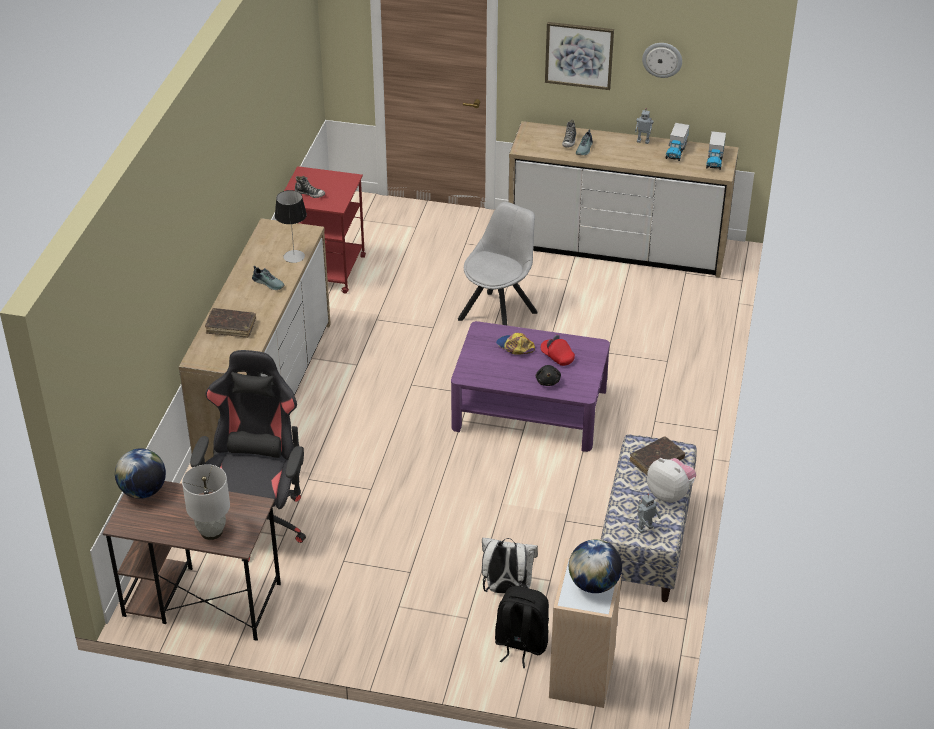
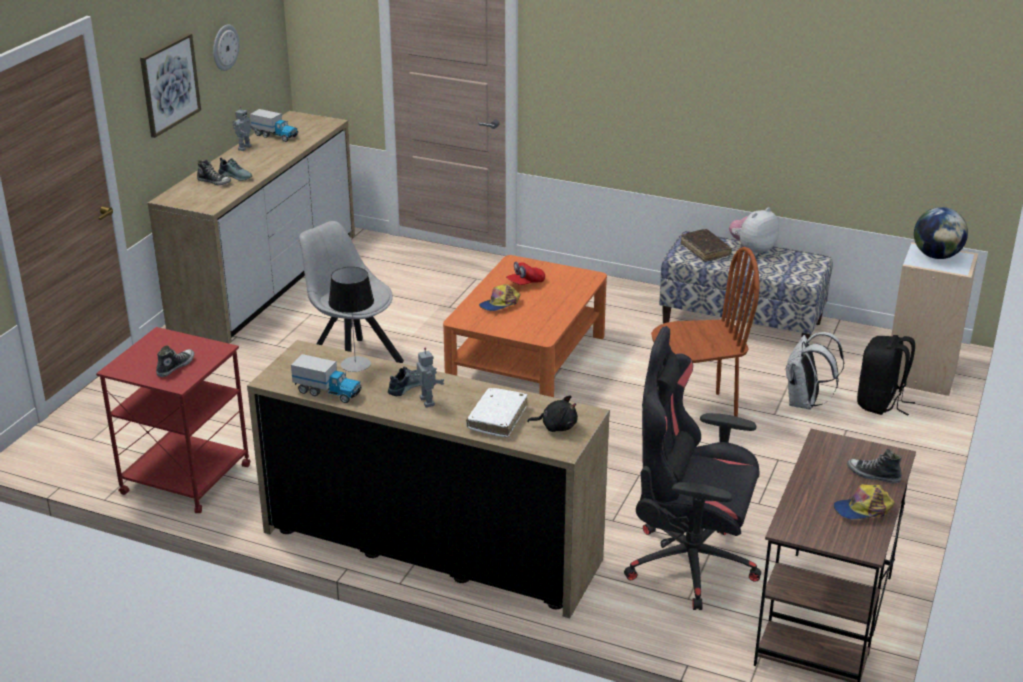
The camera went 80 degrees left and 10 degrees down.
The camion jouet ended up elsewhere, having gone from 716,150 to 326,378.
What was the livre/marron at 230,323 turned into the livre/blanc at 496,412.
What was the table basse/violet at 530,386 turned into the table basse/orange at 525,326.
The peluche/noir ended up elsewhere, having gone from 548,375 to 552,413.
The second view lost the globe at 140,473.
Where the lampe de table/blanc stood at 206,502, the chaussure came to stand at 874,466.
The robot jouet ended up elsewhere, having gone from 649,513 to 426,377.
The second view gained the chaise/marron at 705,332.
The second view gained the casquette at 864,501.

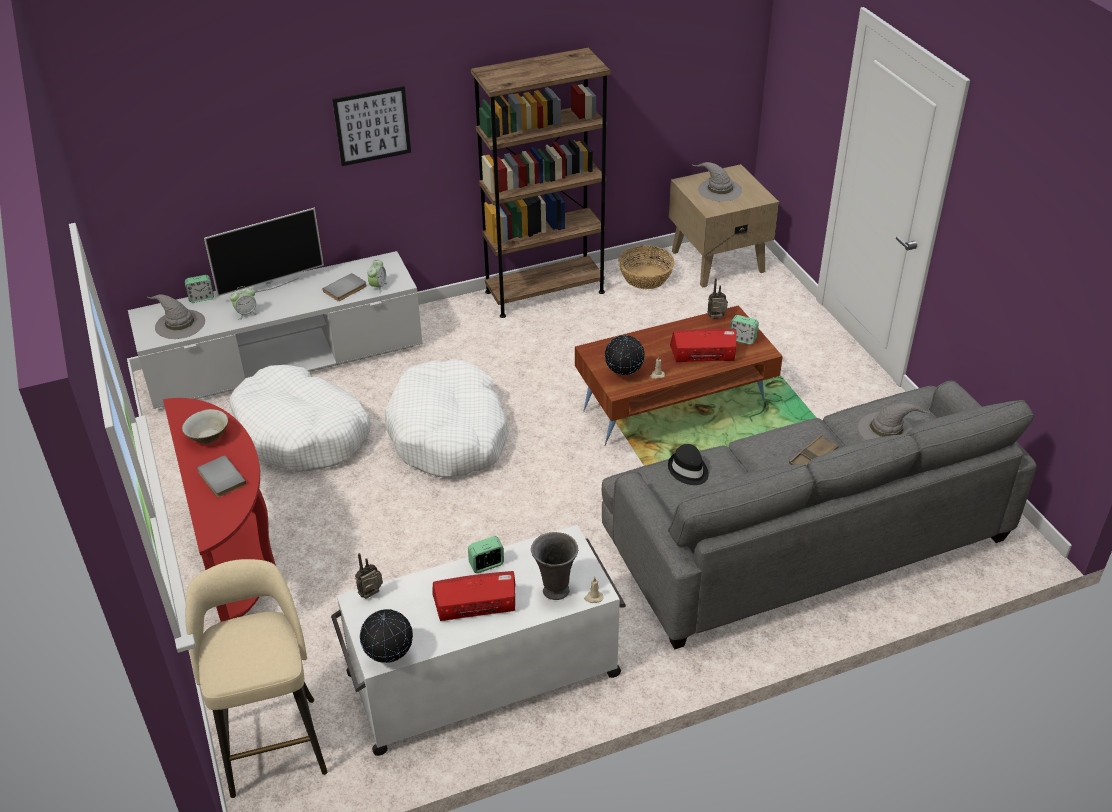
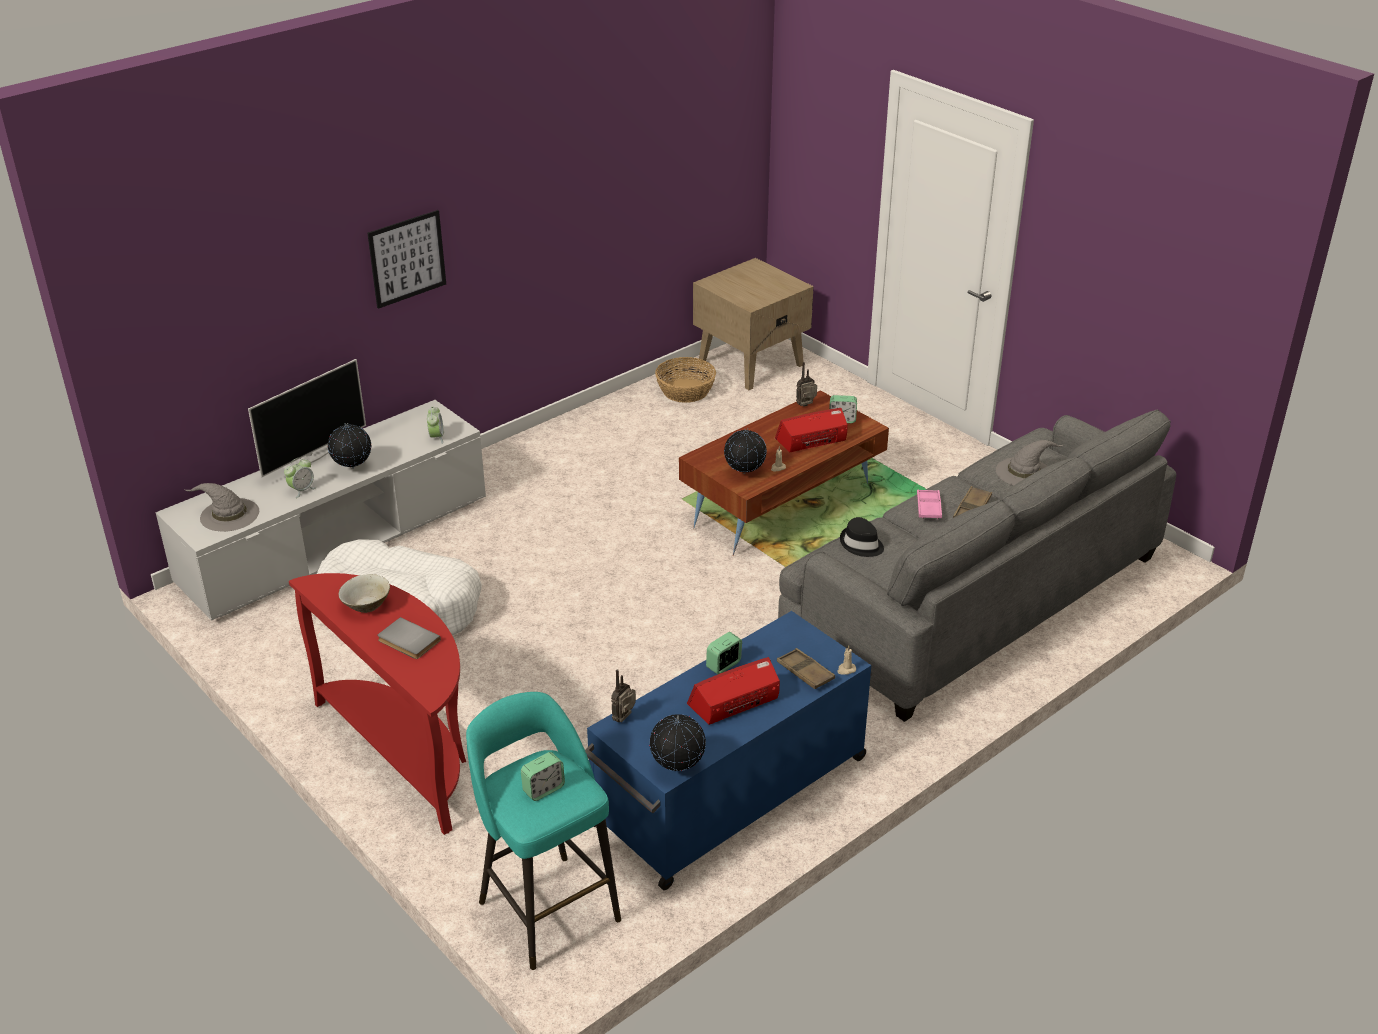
The camera went 20 degrees left and 5 degrees down.
The second view lost the bibliothèque/marron at 540,183.
The second view lost the chapeau/gris at 717,181.
The second view lost the livre/gris at 344,287.
The réveil ended up elsewhere, having gone from 199,289 to 543,776.
The second view lost the panier pour chien/blanc at 447,418.
What was the meuble de rangement/blanc at 478,640 turned into the meuble de rangement/bleu at 728,750.
Where the vase/gris stood at 554,566, the plateau/marron came to stand at 806,668.
What was the tabouret/beige at 256,678 turned into the tabouret/turquoise at 543,831.
The second view gained the globe at 350,446.
The second view gained the plateau/rose at 929,504.

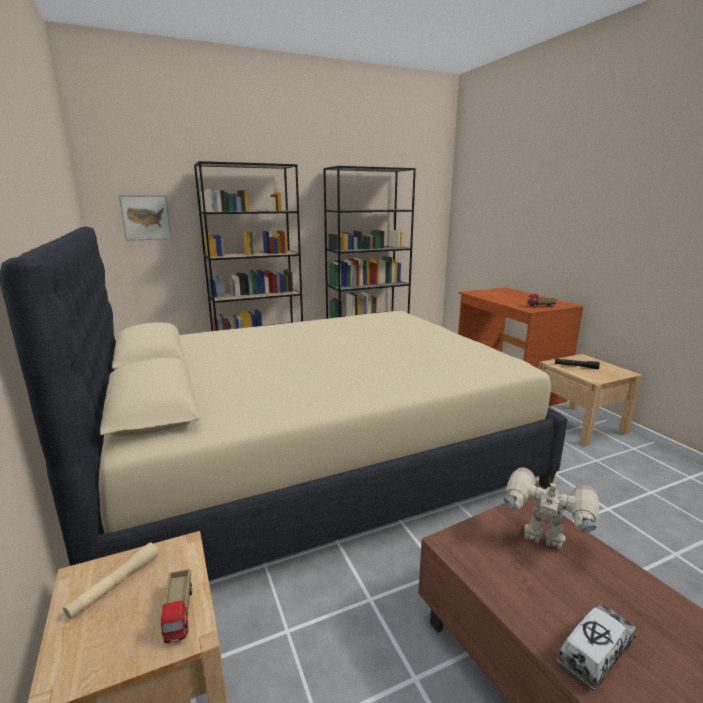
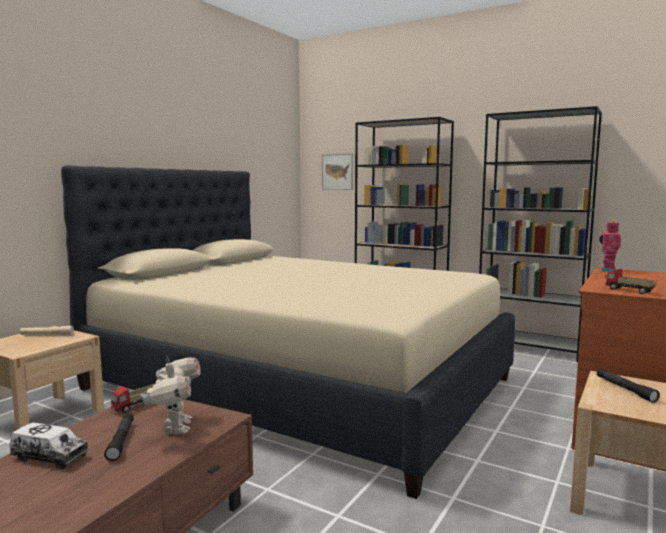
The camera went 55 degrees right and 10 degrees down.
The camion jouet ended up elsewhere, having gone from 176,606 to 133,398.
The second view gained the robot jouet at 610,246.
The second view gained the lampe de poche/noir at 118,437.

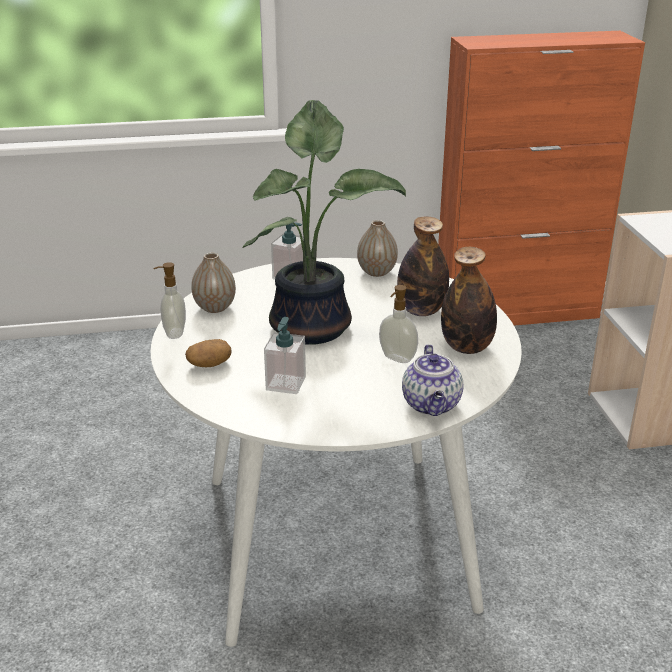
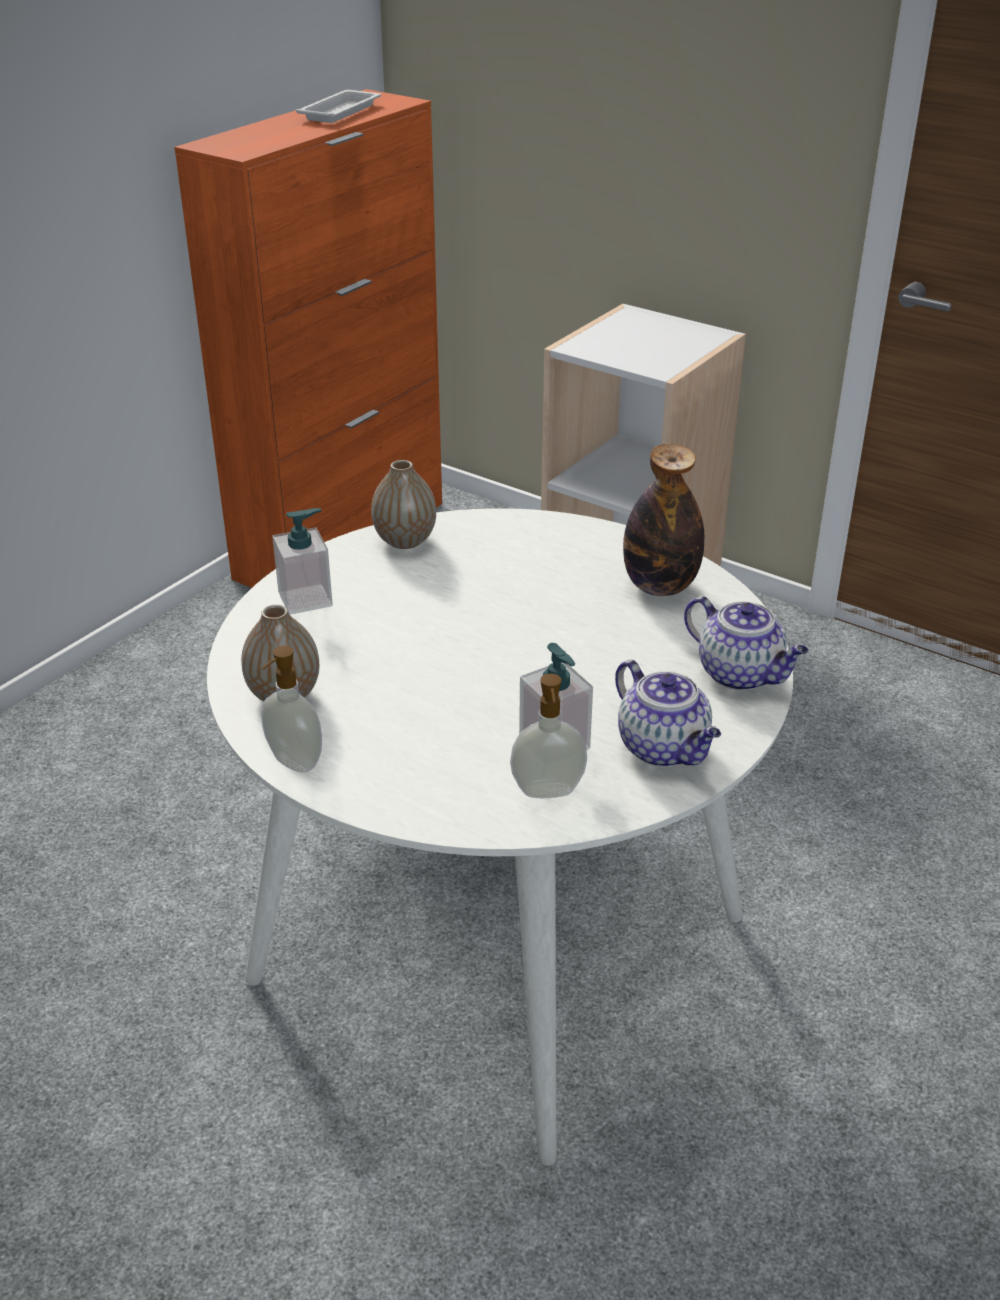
The camera went 45 degrees left and 5 degrees up.
The second view lost the plante en pot at 324,222.
The second view lost the bouteille at 423,266.
The distributeur de savon ended up elsewhere, having gone from 398,324 to 548,736.
The second view lost the pomme de terre at 208,353.
The second view gained the plateau/blanc at 338,106.
The second view gained the théière at 668,713.

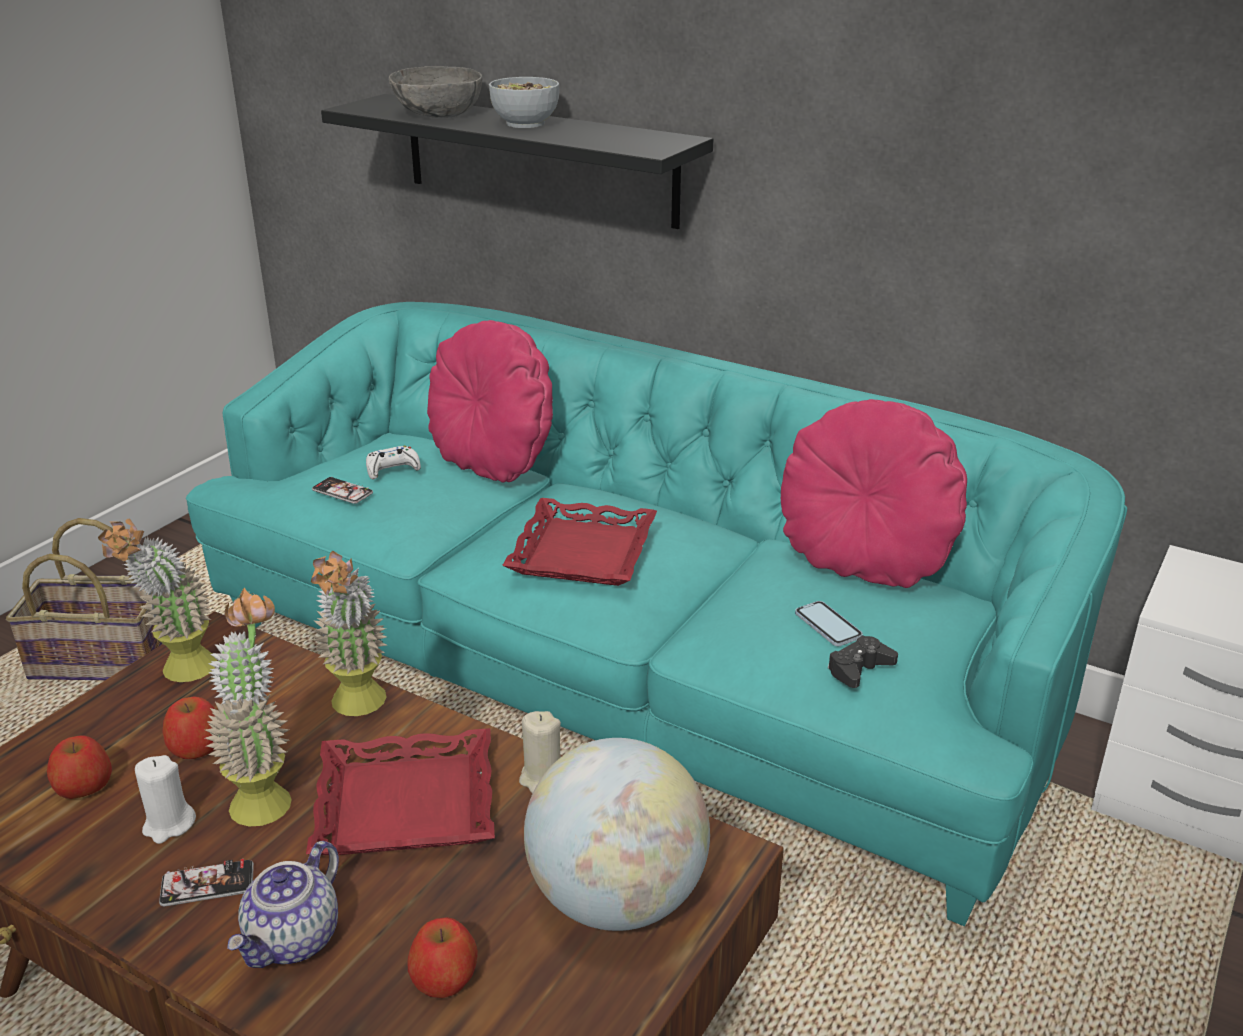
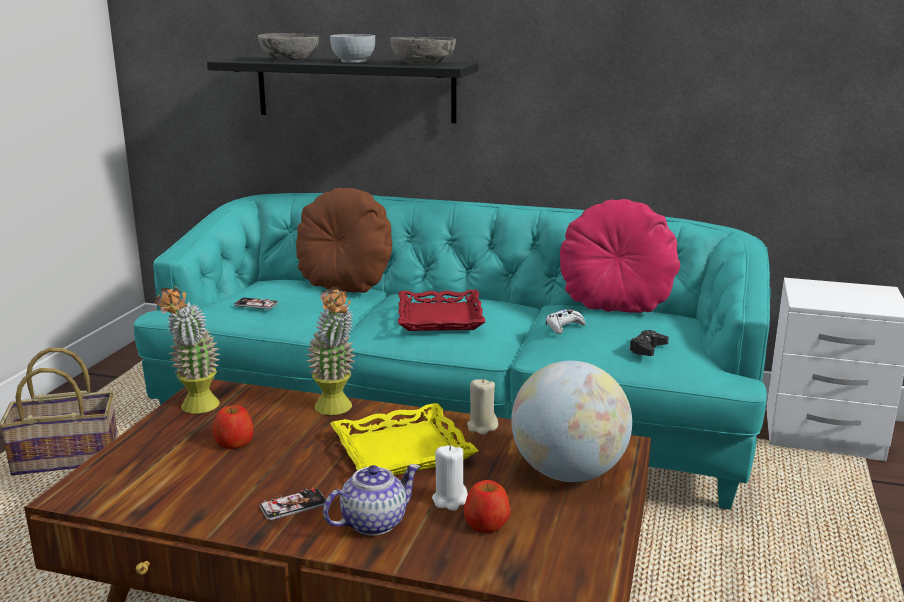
The camera went 15 degrees left and 10 degrees down.
What was the coussin/rose at 490,401 turned into the coussin/marron at 344,240.
The manette/blanc ended up elsewhere, having gone from 393,462 to 565,321.
The second view lost the plante en pot at 248,707.
The second view lost the téléphone at 829,623.
What was the plateau/rouge at 400,791 turned into the plateau/jaune at 404,439.
The second view lost the pomme at 79,767.
The bougie/blanc ended up elsewhere, having gone from 165,799 to 450,478.
The théière at 283,904 ended up facing another way, 135 degrees counterclockwise from before.
The second view gained the bol/gris at 423,50.

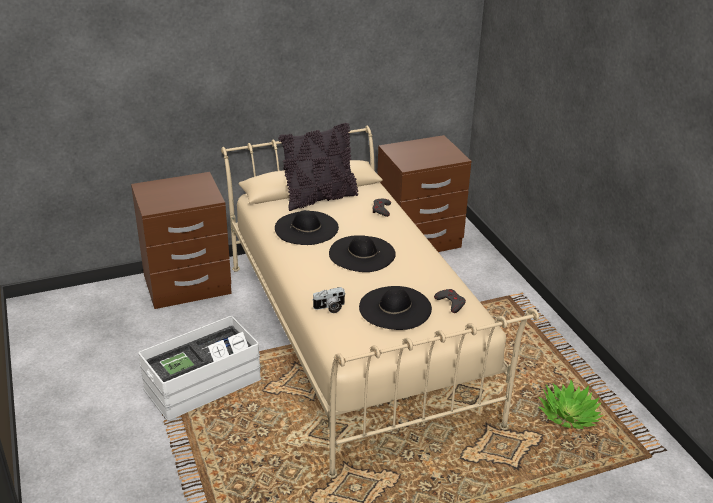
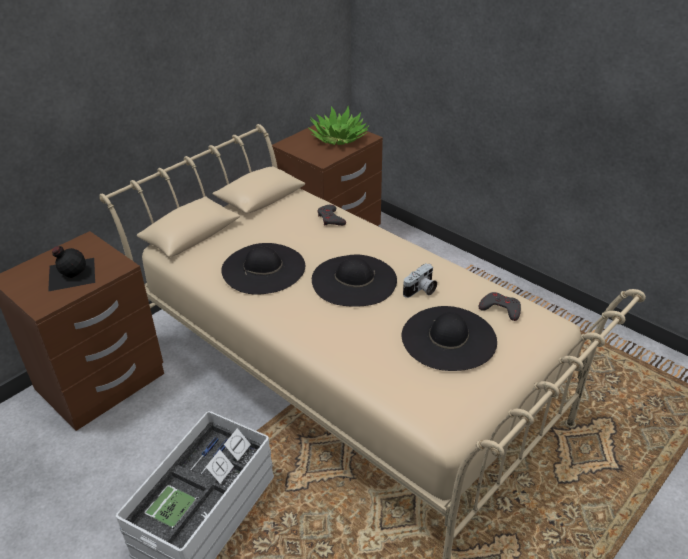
The camera went 25 degrees left and 5 degrees up.
The second view lost the coussin/noir at 318,167.
The appareil photo ended up elsewhere, having gone from 329,300 to 420,280.
The plante en pot ended up elsewhere, having gone from 571,404 to 339,125.
The second view gained the bouteille/noir at 71,269.

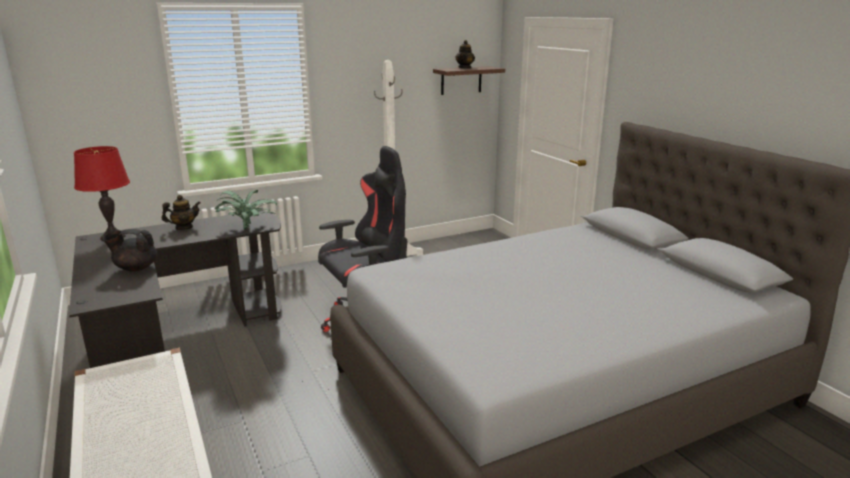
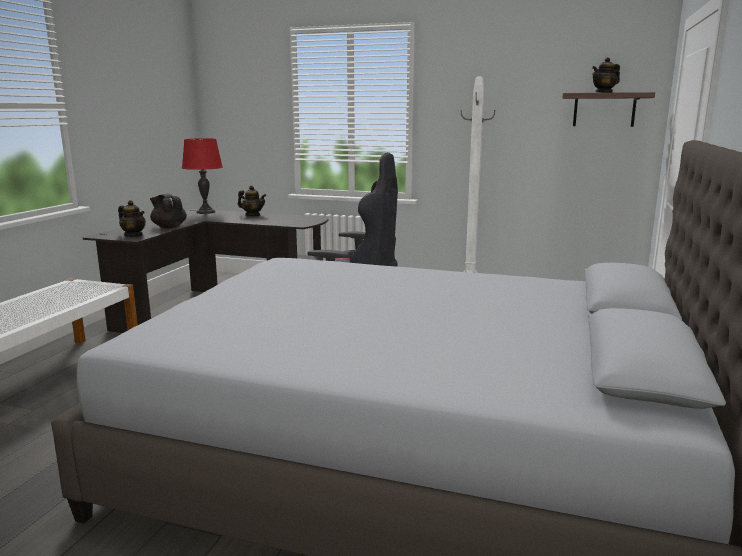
The camera went 45 degrees right and 5 degrees down.
The second view lost the plante en pot at 245,210.
The second view gained the théière at 132,218.

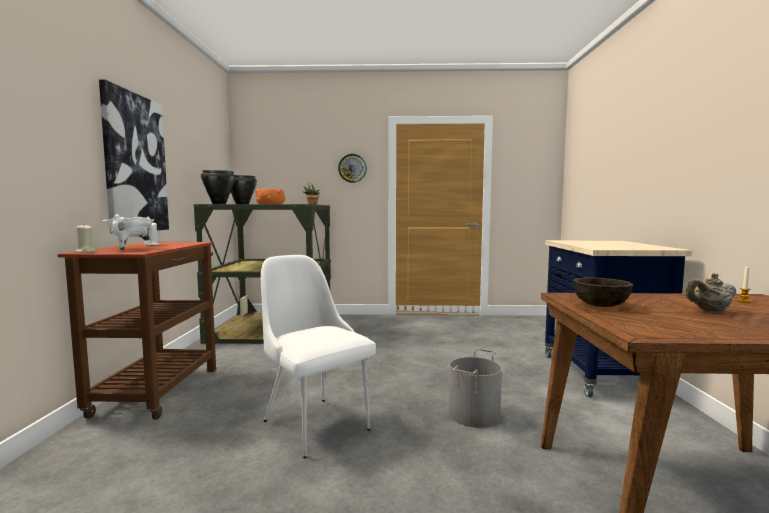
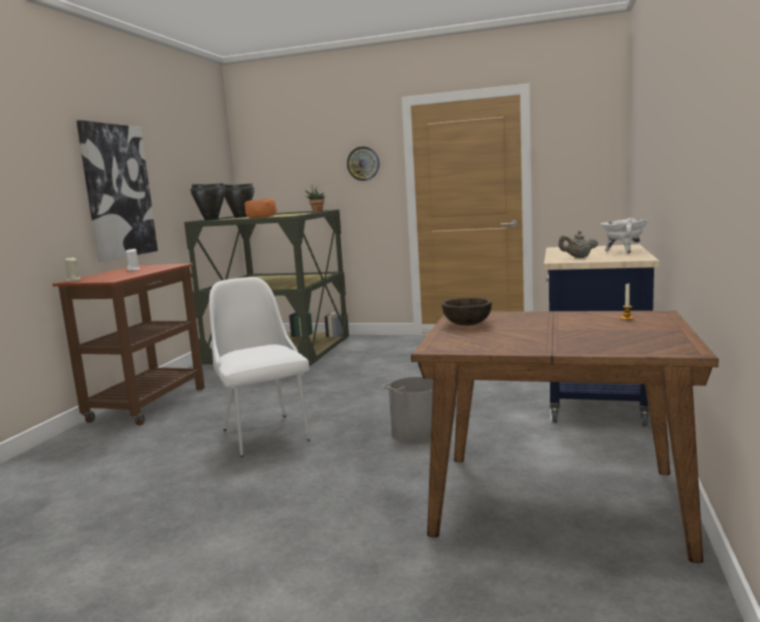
The camera went 15 degrees right and 5 degrees up.
The marmite/blanc ended up elsewhere, having gone from 128,232 to 624,236.
The théière/beige ended up elsewhere, having gone from 710,292 to 578,244.

